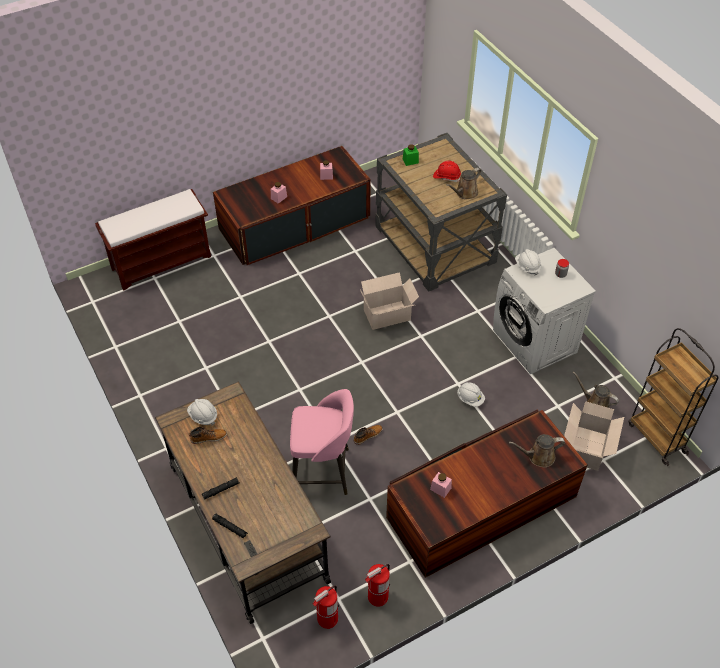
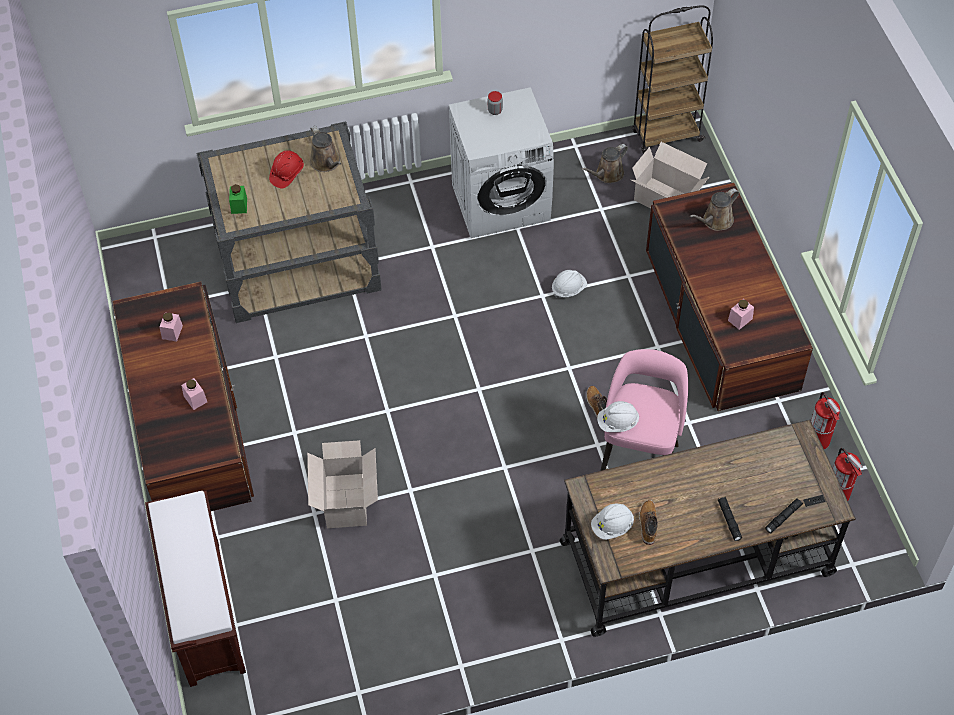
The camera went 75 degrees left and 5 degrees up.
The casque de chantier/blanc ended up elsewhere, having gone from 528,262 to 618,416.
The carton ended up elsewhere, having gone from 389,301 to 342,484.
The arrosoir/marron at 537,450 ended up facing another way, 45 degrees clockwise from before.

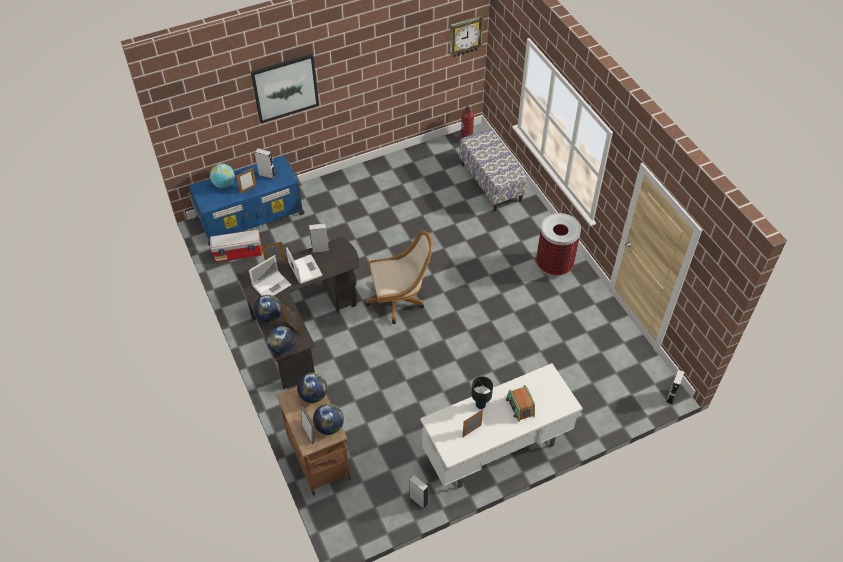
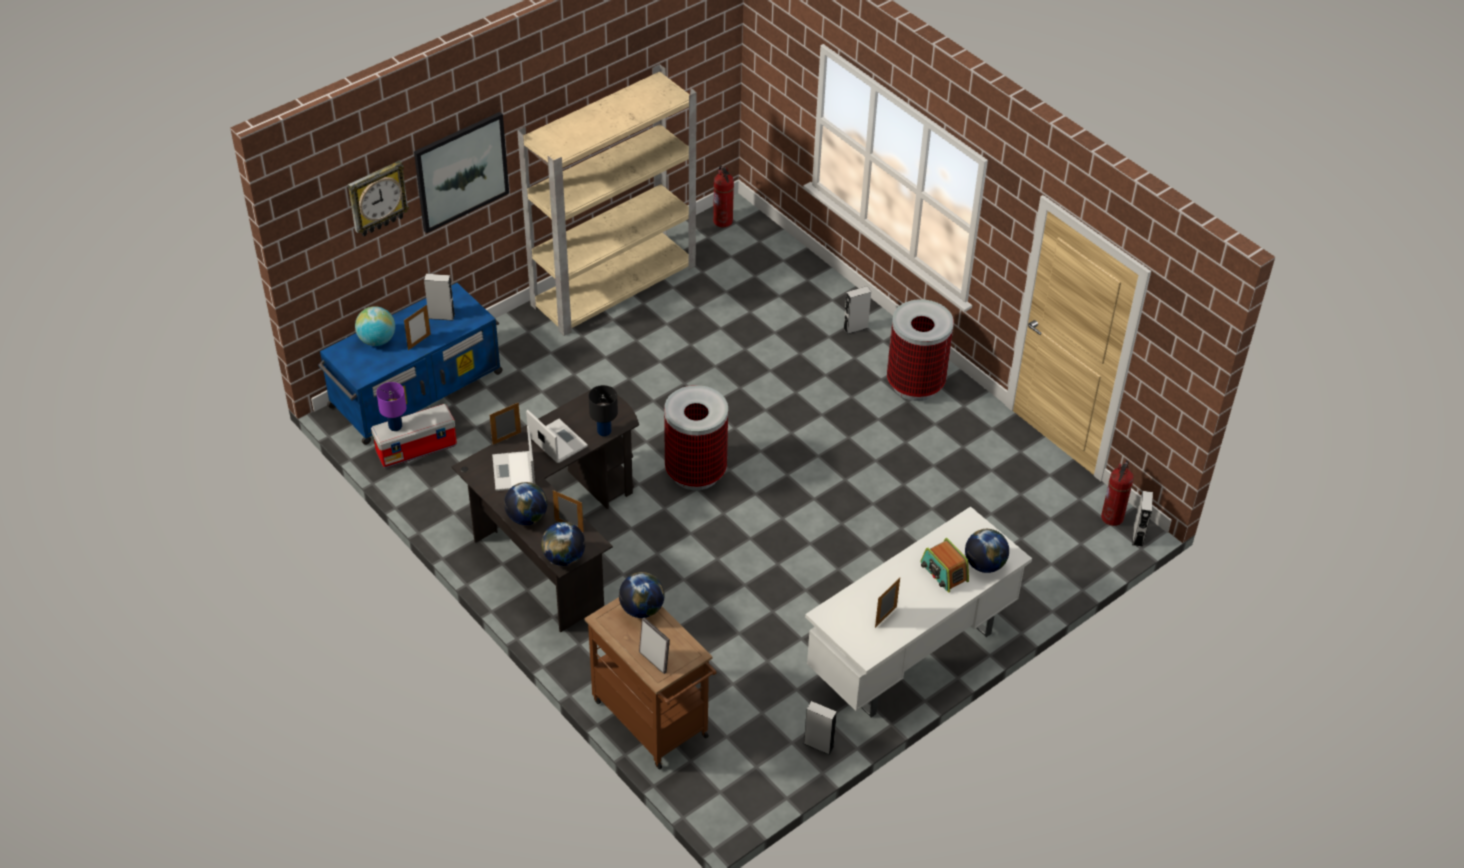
The camera went 15 degrees left and 5 degrees down.
The horloge murale ended up elsewhere, having gone from 467,36 to 378,198.
The second view lost the banc at 493,170.
The enceinte/gris ended up elsewhere, having gone from 319,238 to 857,310.
Where the chaise de bureau stood at 399,277, the poubelle came to stand at 696,437.
The ordinateur portable at 270,275 ended up facing another way, 135 degrees clockwise from before.
The lampe de table/noir ended up elsewhere, having gone from 482,392 to 603,411.
The globe ended up elsewhere, having gone from 328,419 to 987,551.
The second view gained the bibliothèque/beige at 607,200.
The second view gained the lampe de table/violet at 391,406.
The second view gained the extincteur at 1117,493.

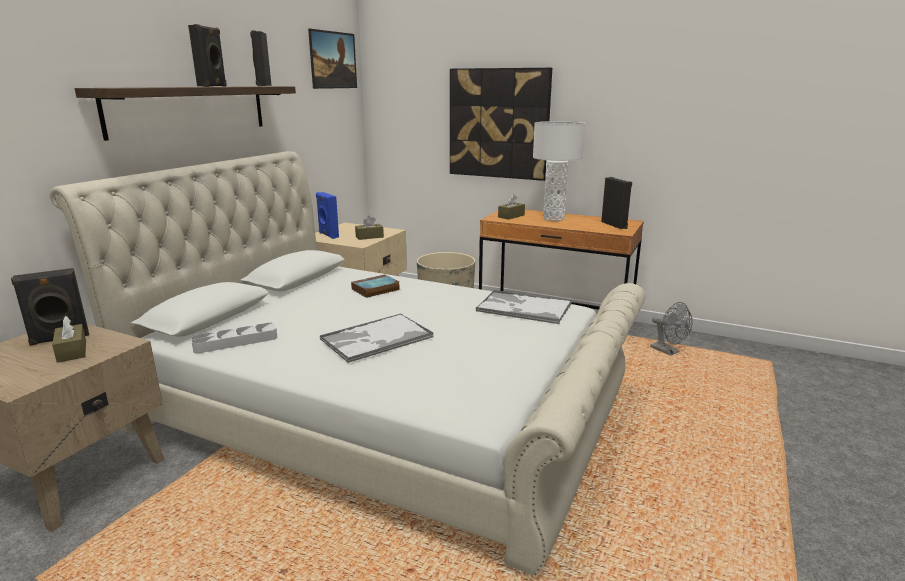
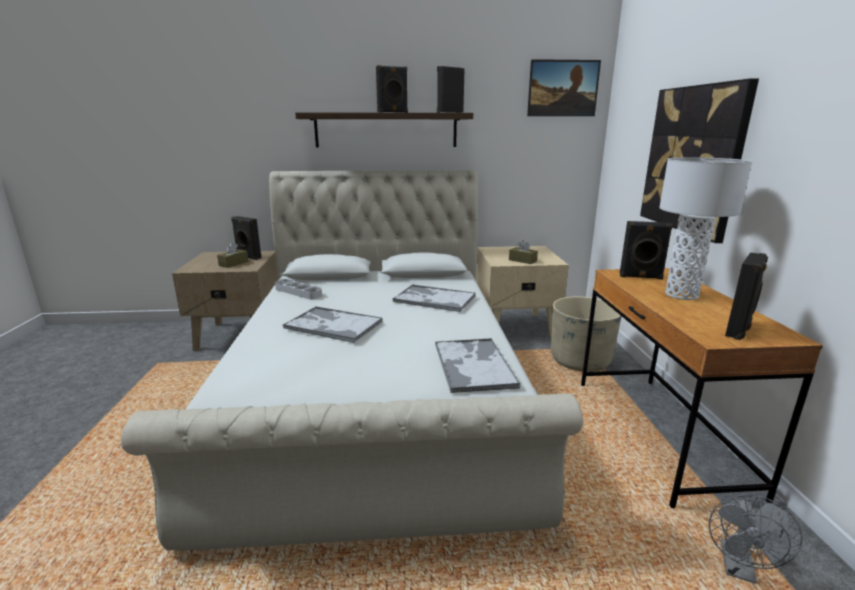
The camera went 60 degrees right and 0 degrees up.
The second view lost the enceinte/bleu at 327,215.
Where the boîte à mouchoirs/marron stood at 511,207, the enceinte/noir came to stand at 646,250.
Where the livre stood at 375,286, the plateau came to stand at 434,298.

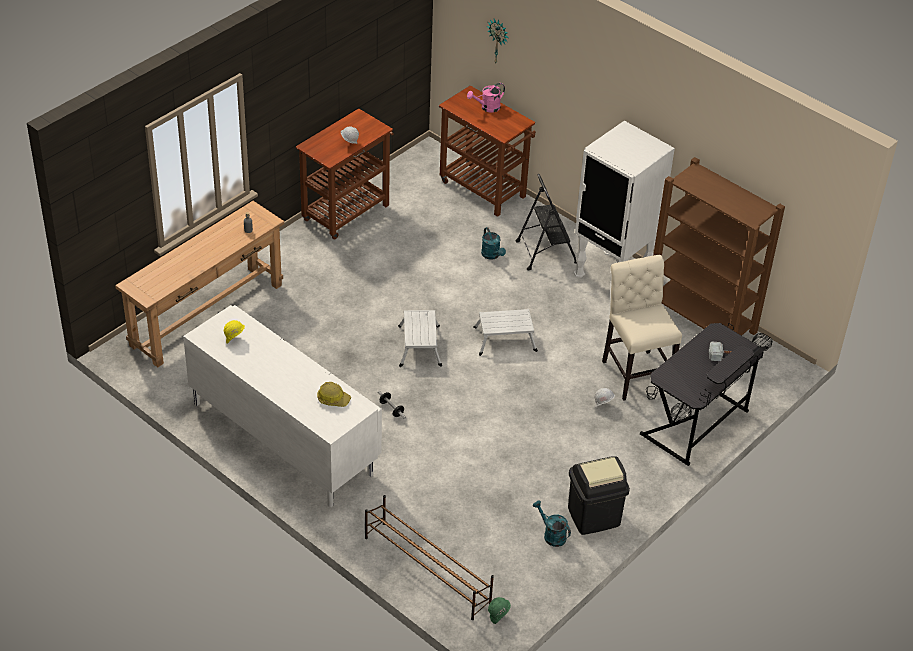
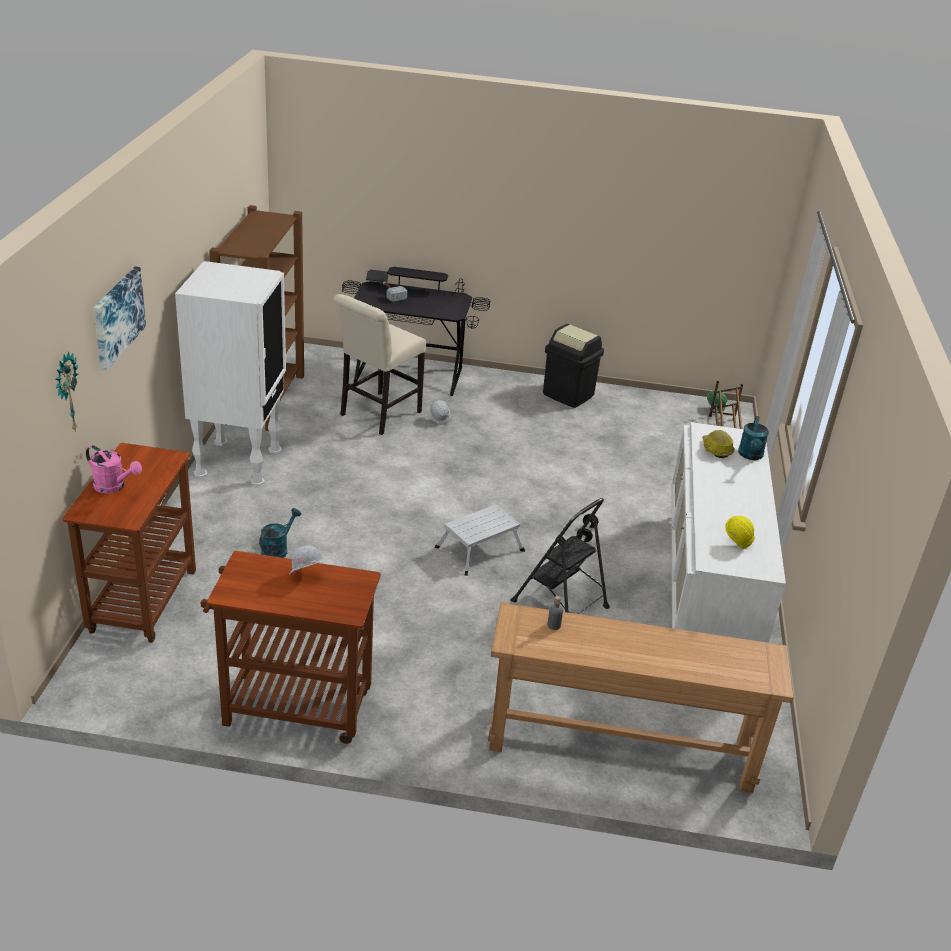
The camera went 125 degrees left and 10 degrees down.
The escabeau/noir ended up elsewhere, having gone from 546,222 to 560,556.
The second view lost the escabeau/blanc at 505,332.
The arrosoir/turquoise ended up elsewhere, having gone from 552,523 to 753,438.
The second view gained the tableau at 119,318.

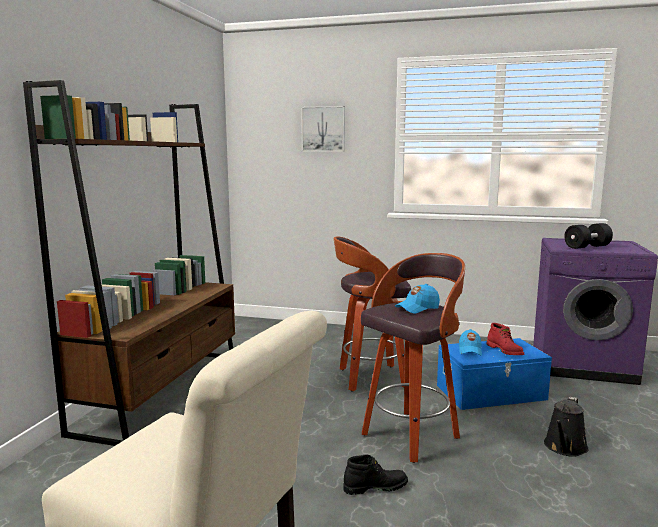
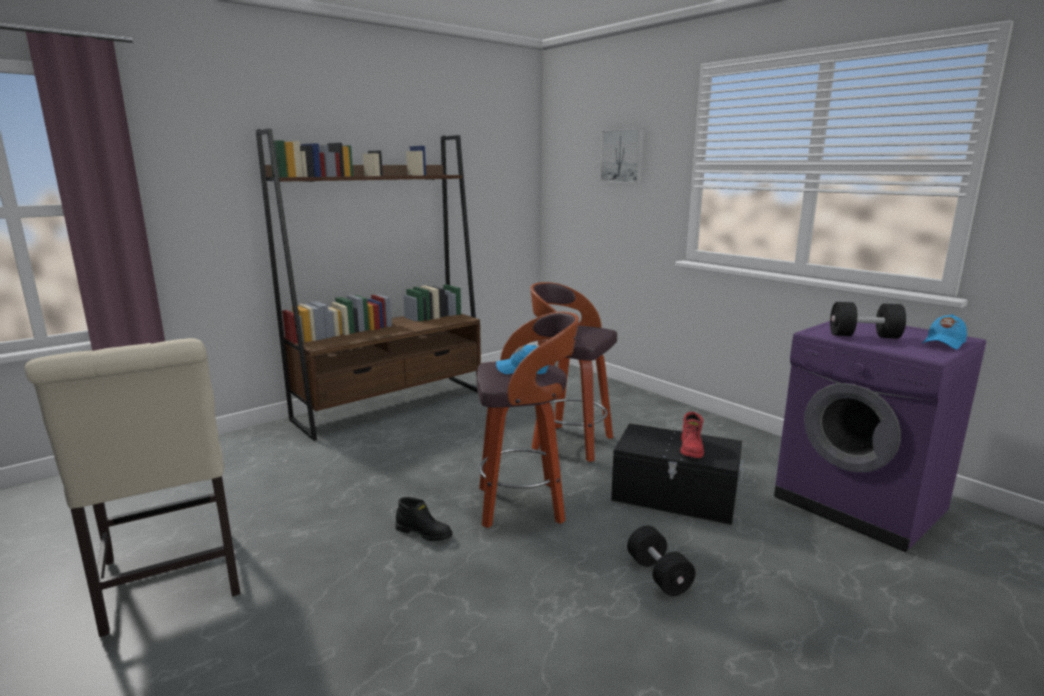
The camera went 35 degrees right and 5 degrees up.
The casquette/bleu ended up elsewhere, having gone from 470,342 to 944,332.
What was the boîte de rangement/bleu at 494,374 turned into the boîte de rangement/noir at 677,474.
Where the arrosoir/noir stood at 566,427, the haltère/noir came to stand at 661,561.

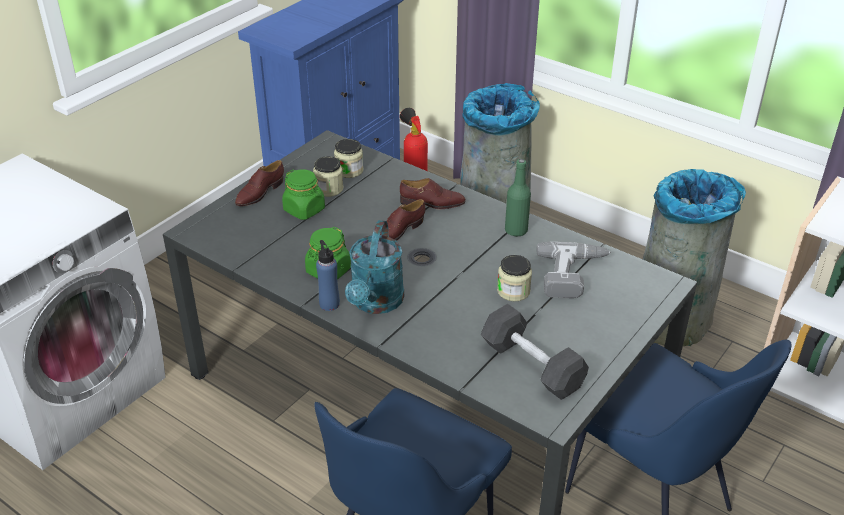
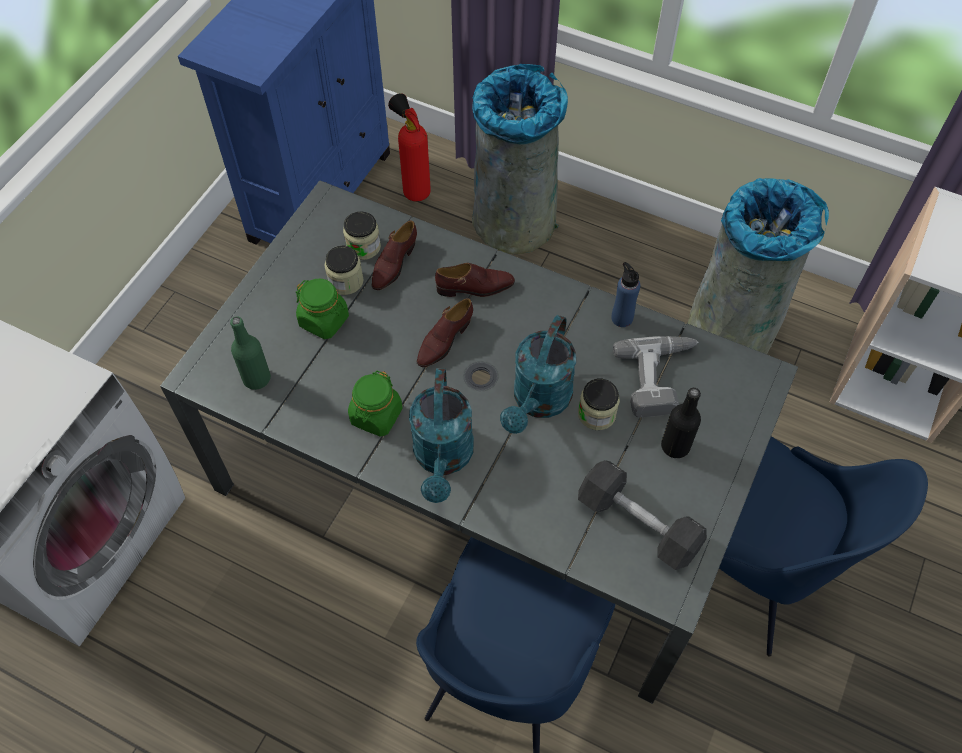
The camera went 10 degrees left and 20 degrees up.
The bouteille/vert ended up elsewhere, having gone from 518,197 to 250,353.
The chaussure/marron ended up elsewhere, having gone from 259,183 to 394,255.
The bouteille/bleu ended up elsewhere, having gone from 328,275 to 626,294.
The second view gained the arrosoir/turquoise at 538,374.
The second view gained the bouteille/noir at 681,423.

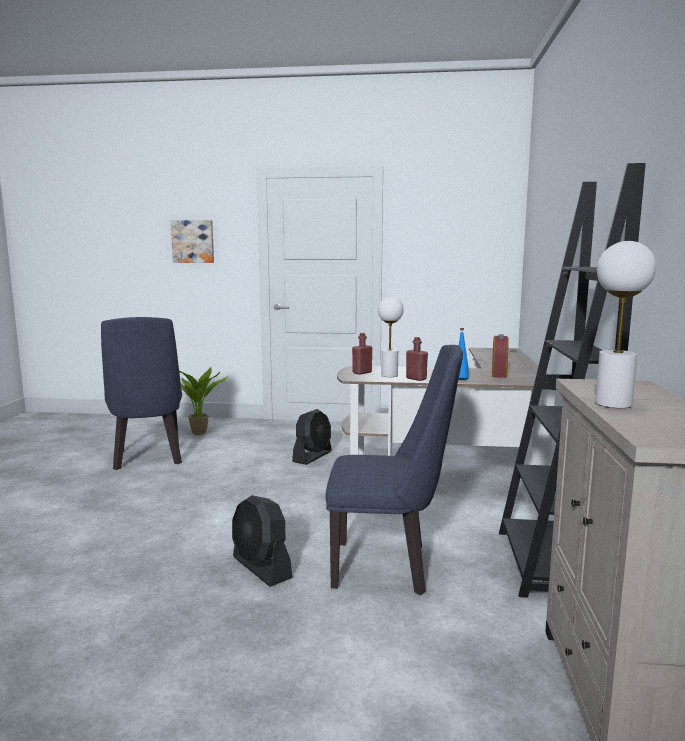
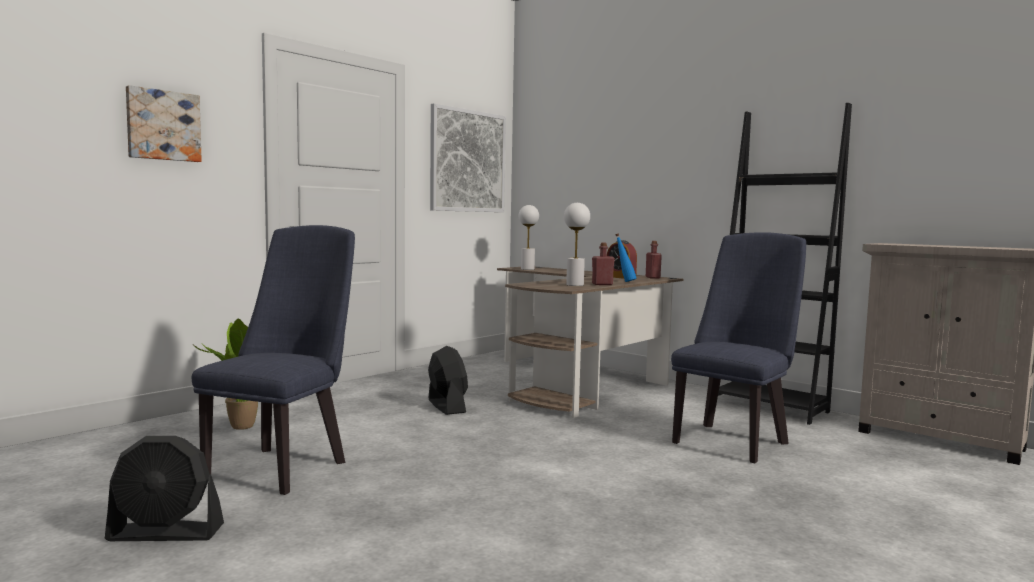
The camera went 55 degrees left and 5 degrees down.
The lampe de table/blanc ended up elsewhere, having gone from 625,324 to 529,237.
The chaise/bleu at 141,393 ended up facing another way, 90 degrees counterclockwise from before.
The bouteille/rouge ended up elsewhere, having gone from 362,354 to 654,260.
The ventilateur/noir ended up elsewhere, having gone from 262,541 to 164,488.
The second view gained the tableau at 468,157.

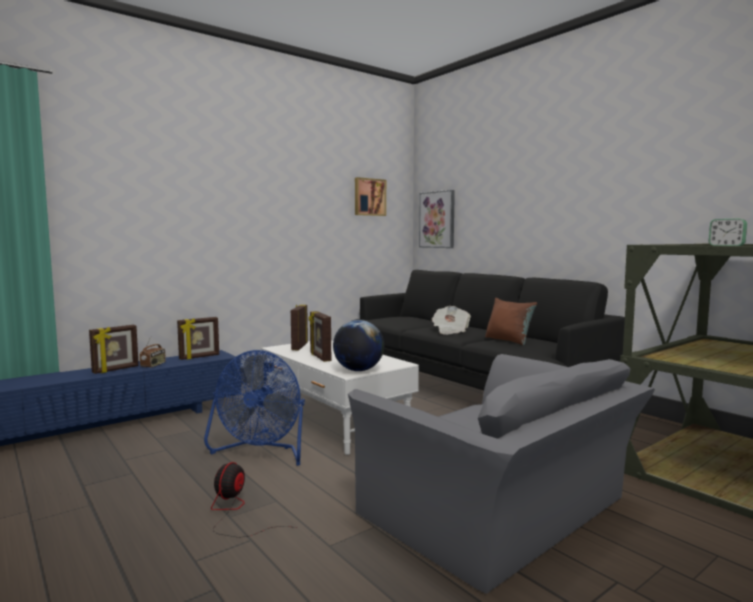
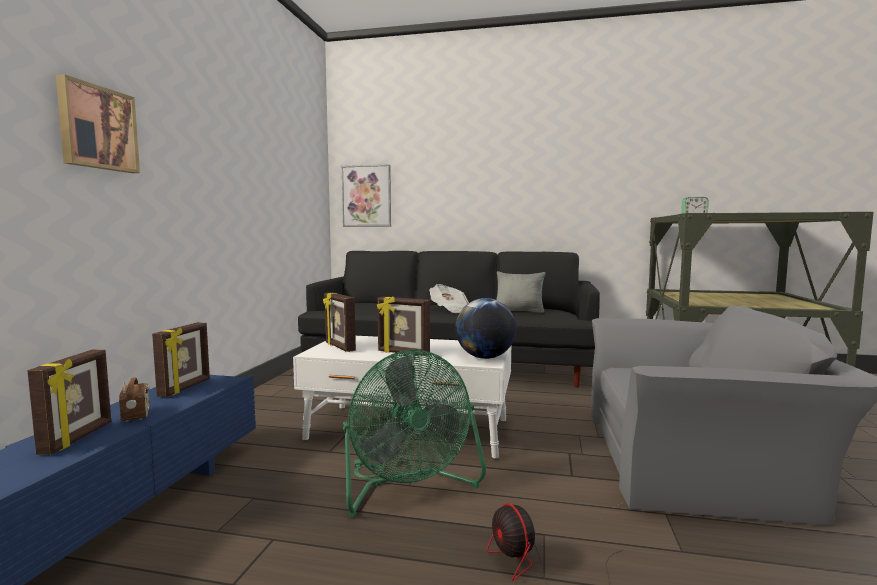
The camera went 40 degrees left and 0 degrees up.
The tableau ended up elsewhere, having gone from 370,196 to 98,123.
What was the coussin/marron at 511,321 turned into the coussin/gris at 521,292.
What was the ventilateur/bleu at 254,408 turned into the ventilateur/vert at 414,434.

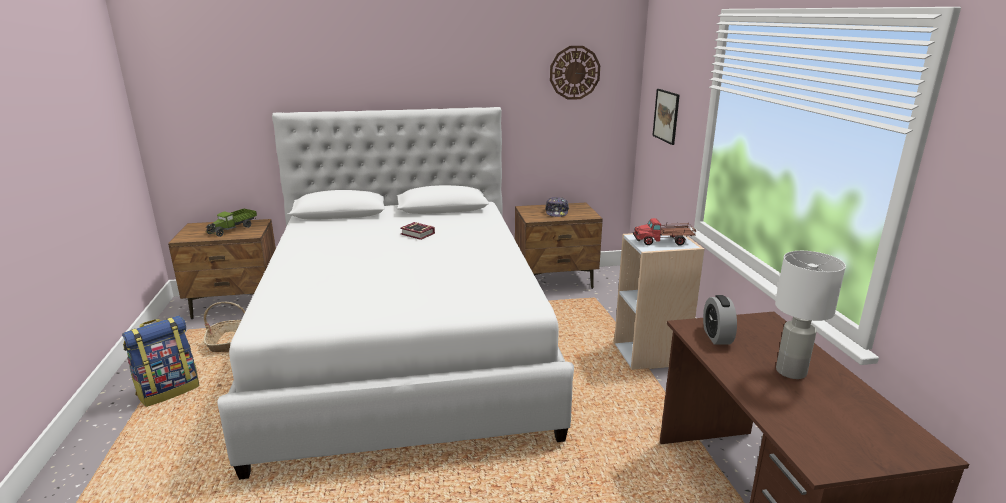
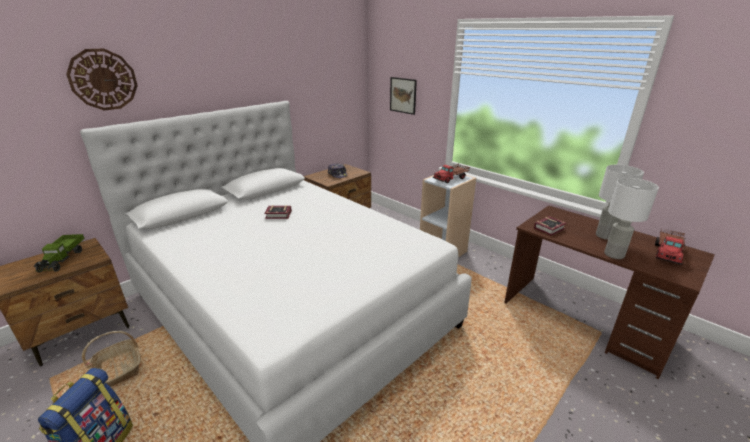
The camera went 35 degrees left and 5 degrees up.
The horloge murale ended up elsewhere, having gone from 575,73 to 102,79.
Where the réveil stood at 720,320, the livre came to stand at 550,226.
The second view gained the lampe de table/blanc at 631,218.
The second view gained the camion jouet at 670,247.

